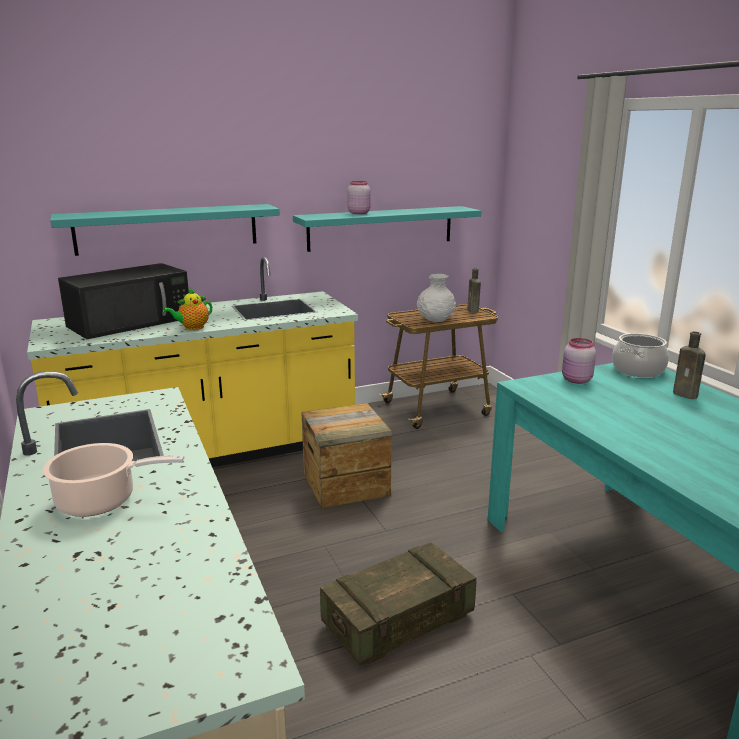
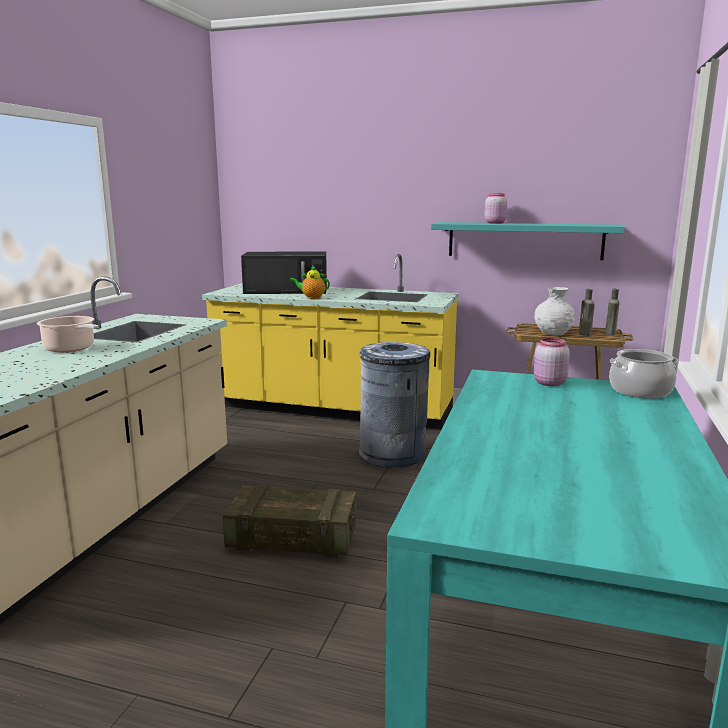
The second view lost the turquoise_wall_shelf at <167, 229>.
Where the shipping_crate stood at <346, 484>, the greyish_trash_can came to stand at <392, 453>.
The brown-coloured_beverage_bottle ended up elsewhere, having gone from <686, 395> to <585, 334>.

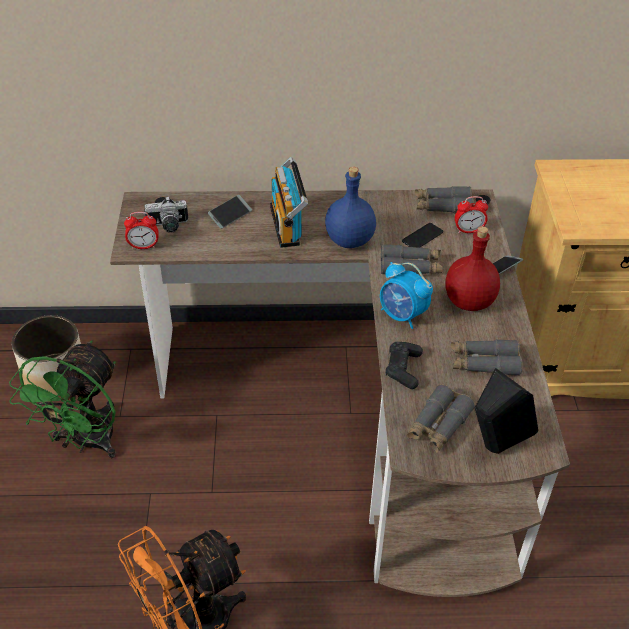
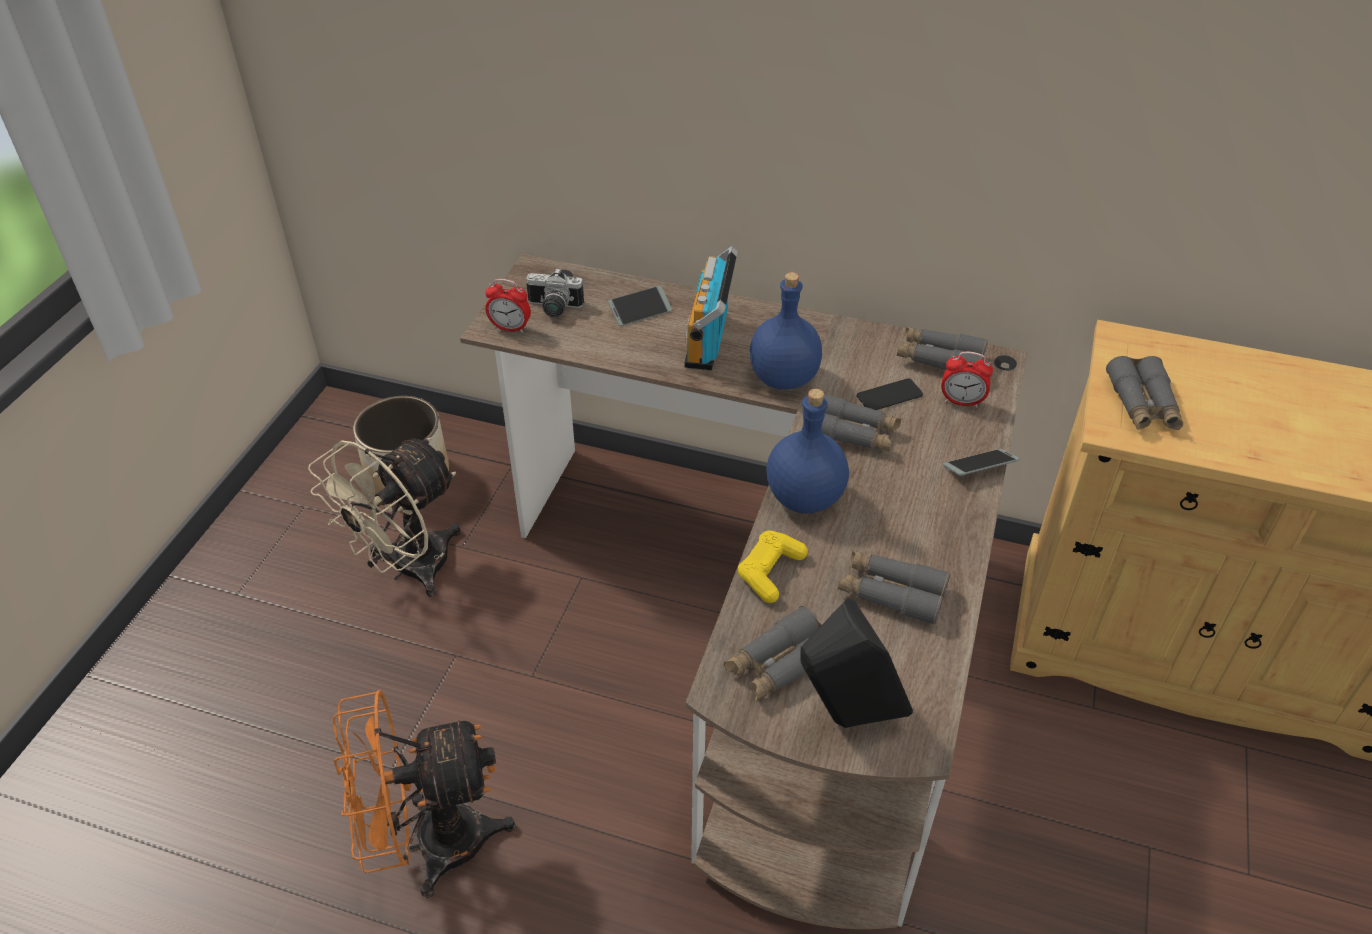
What was the green_fan at <87, 443> turned into the beige_fan at <408, 569>.
Where the table_clock stood at <402, 315>, the blue-coloured_beverage_bottle came to stand at <806, 498>.
What was the black_gamepad at <403, 369> turned into the yellow-coloured_gamepad at <770, 572>.
The second view lost the red_beverage_bottle at <470, 302>.
The second view gained the greyish_pair_of_binoculars at <1142, 405>.

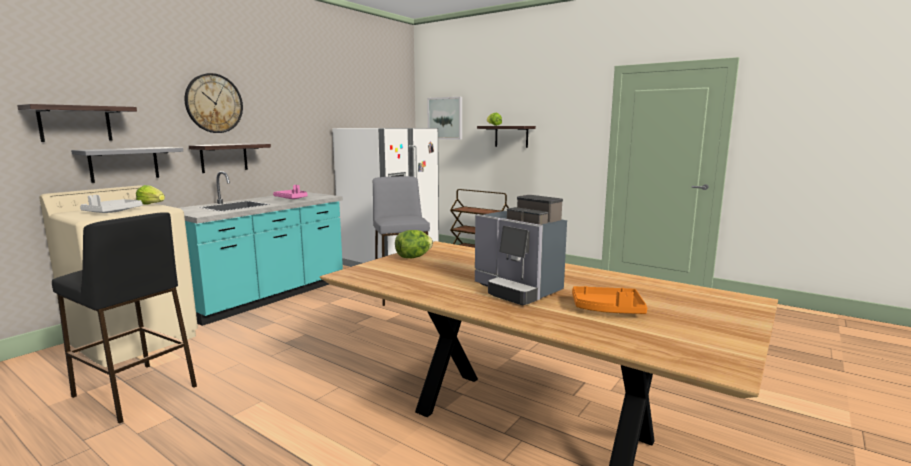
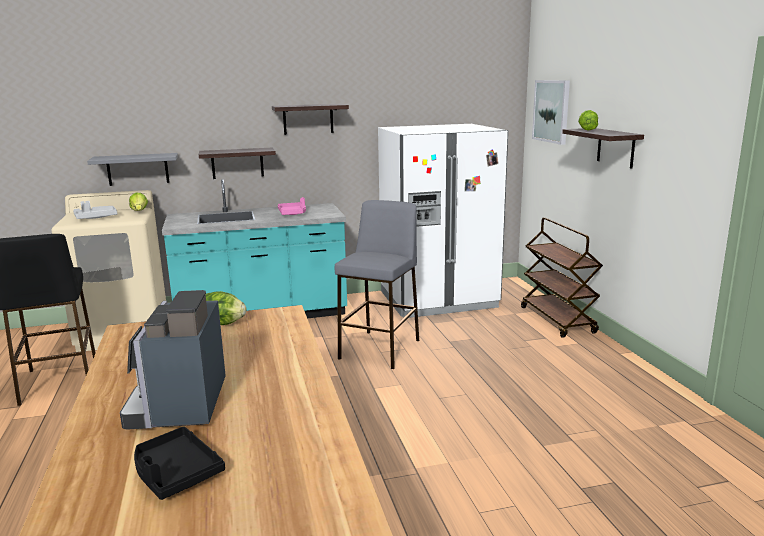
The wall_shelf ended up elsewhere, having gone from <75, 123> to <308, 119>.
The second view lost the hanging_clock at <214, 103>.
What was the orangey_serving_tray at <607, 309> turned into the black_serving_tray at <175, 473>.

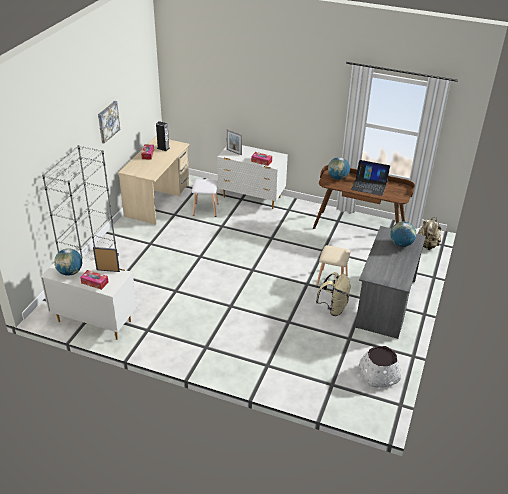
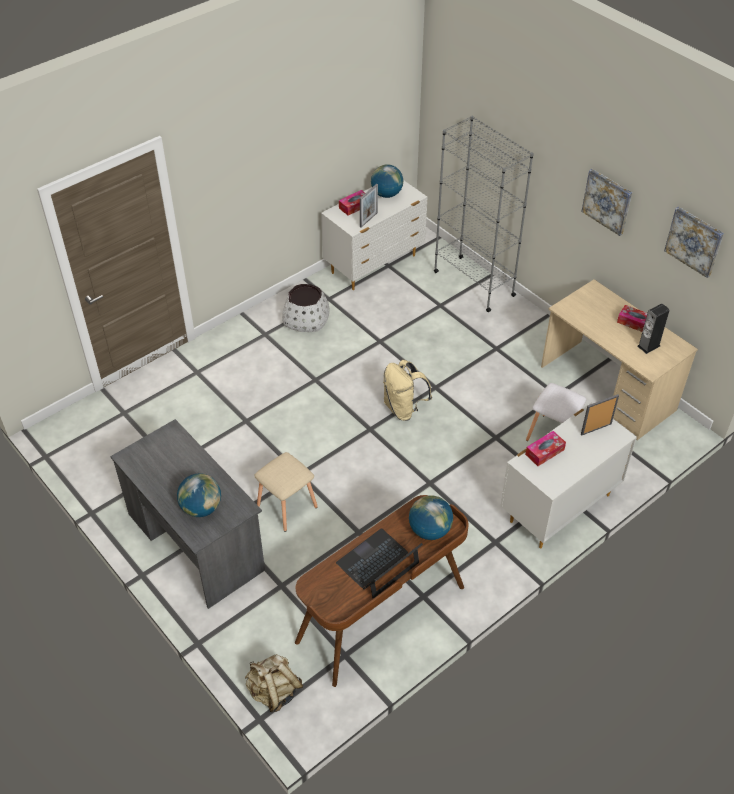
The beige_rucksack ended up elsewhere, having gone from <333, 308> to <403, 408>.
The white-coloured_planter ended up elsewhere, having gone from <378, 375> to <306, 319>.
The second view gained the wall_art at <694, 241>.

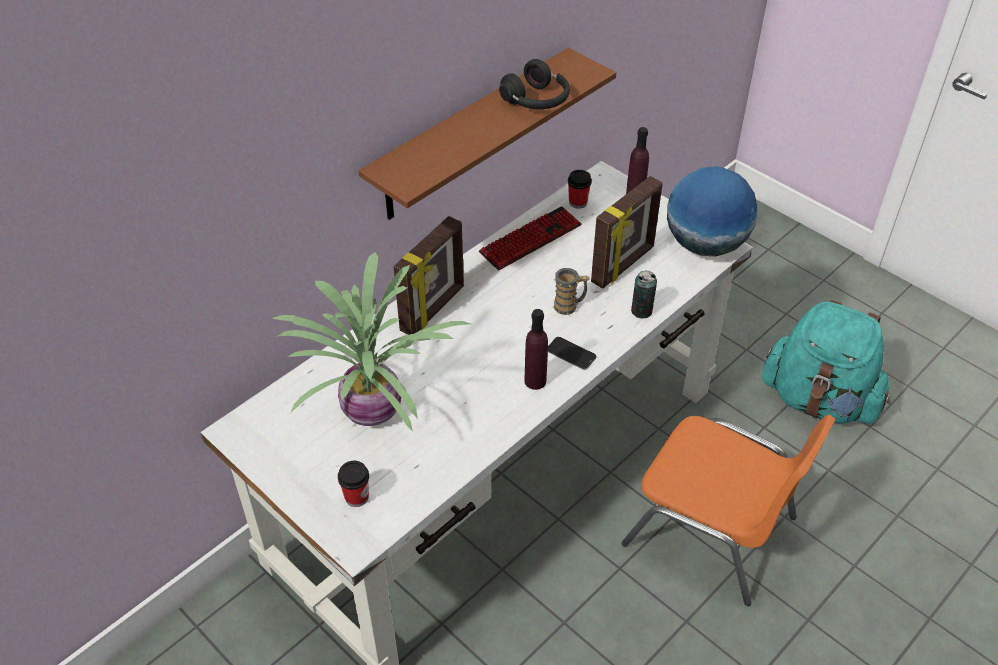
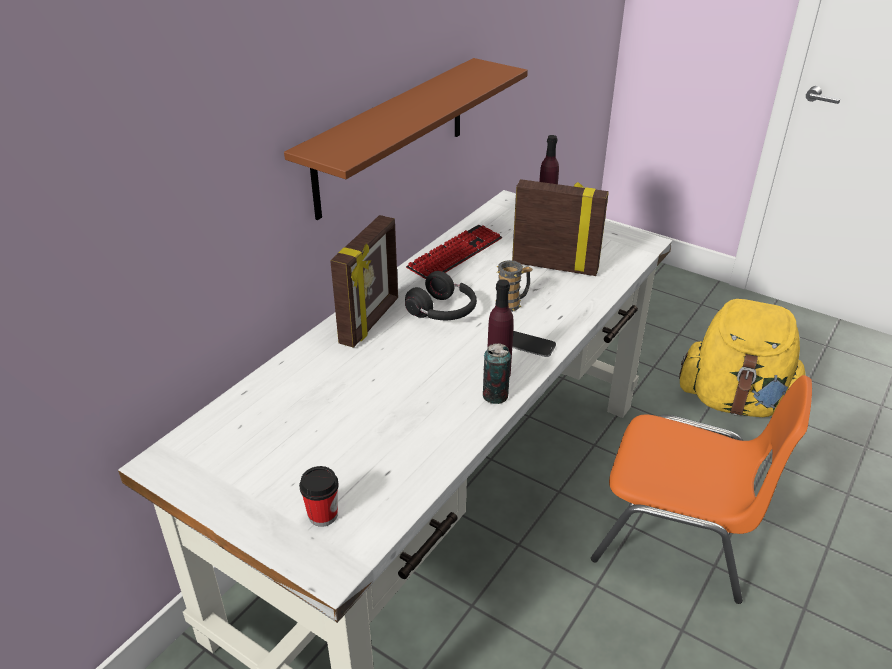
The second view lost the houseplant at <375, 410>.
The black_headset ended up elsewhere, having gone from <537, 101> to <444, 312>.
The second view lost the cup at <578, 202>.
The photo_frame at <623, 265> ended up facing another way, 105 degrees counterclockwise from before.
The metal_can ended up elsewhere, having gone from <641, 311> to <495, 396>.
The second view lost the desk_globe at <705, 244>.
What was the turquoise_rucksack at <819, 400> turned into the yellow-coloured_rucksack at <735, 401>.

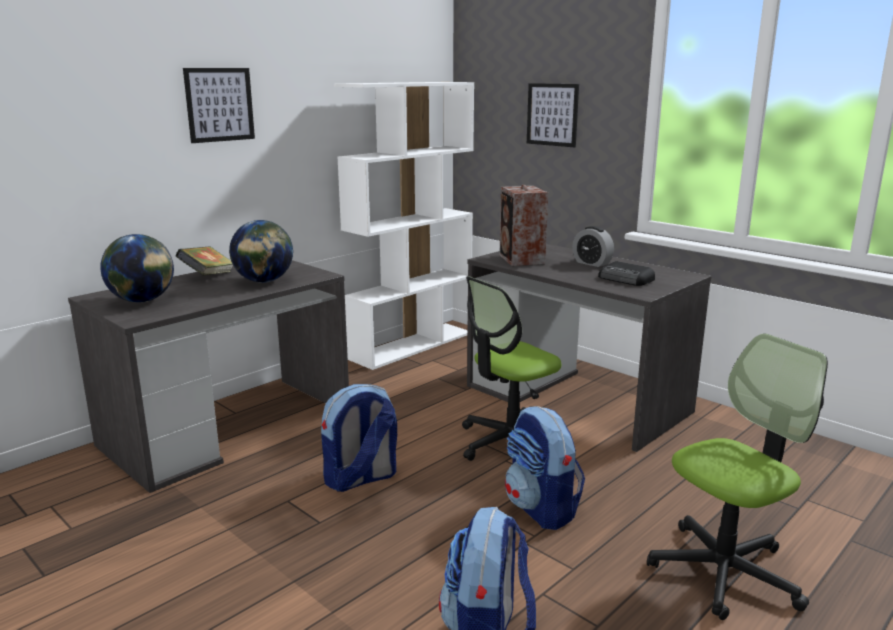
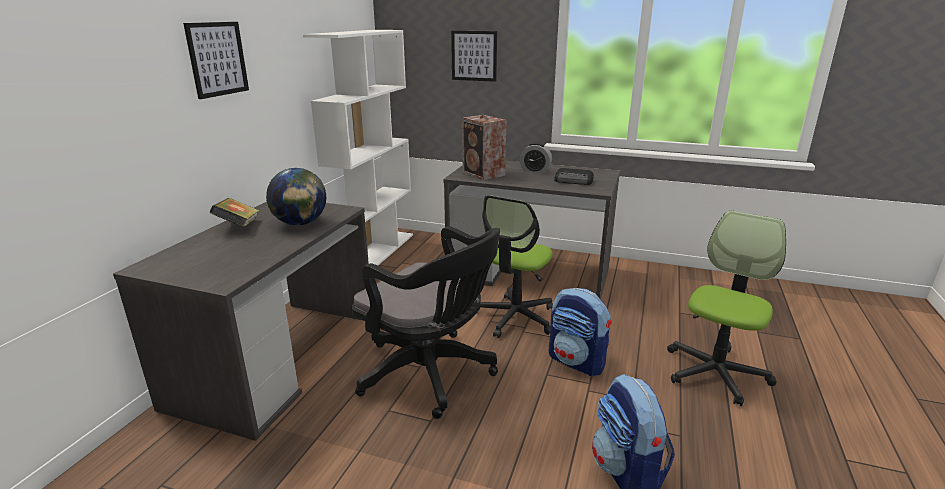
The second view lost the desk_globe at <142, 301>.
Where the rucksack stood at <360, 479>, the black_office_chair came to stand at <431, 375>.

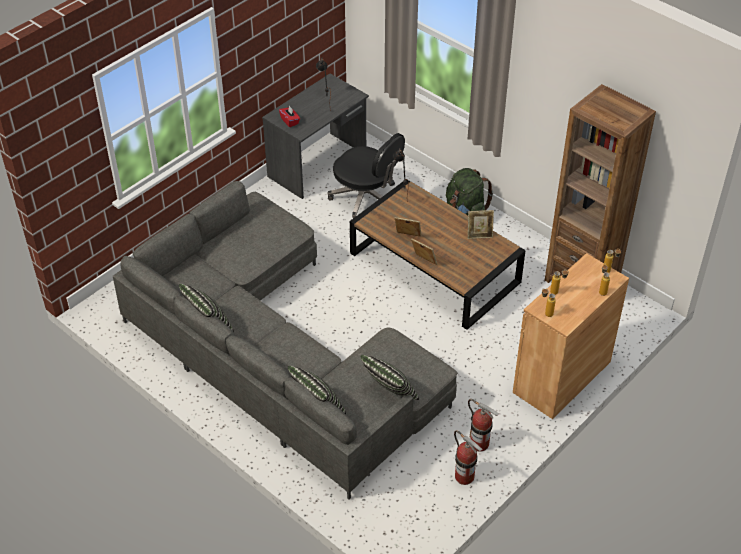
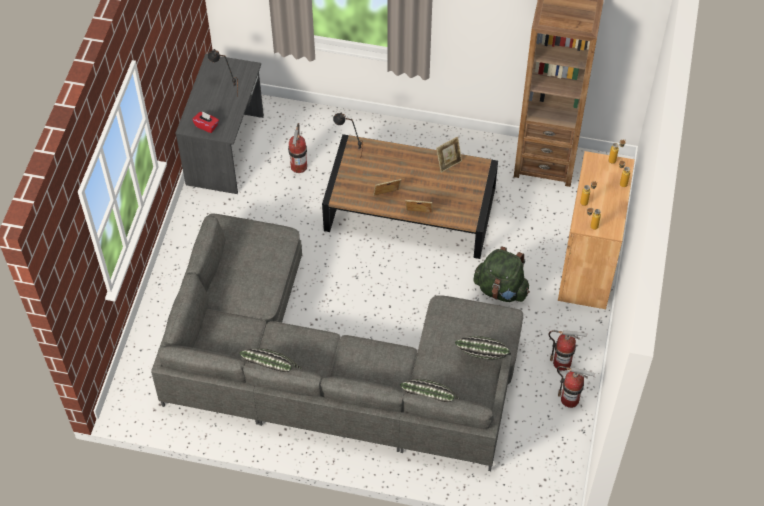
Where the black_office_chair stood at <366, 199>, the extinguisher came to stand at <299, 166>.
The green_rucksack ended up elsewhere, having gone from <466, 212> to <501, 289>.

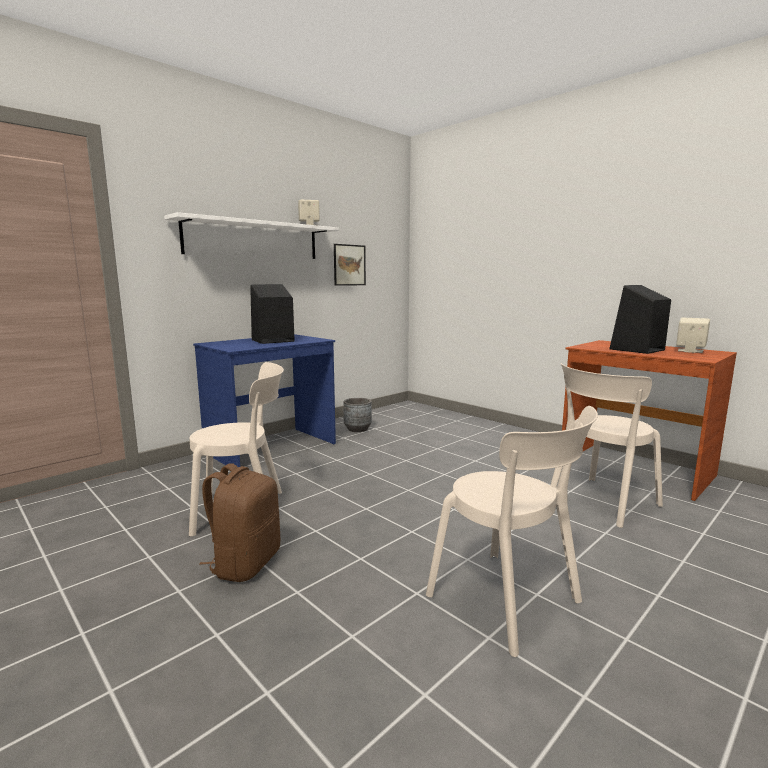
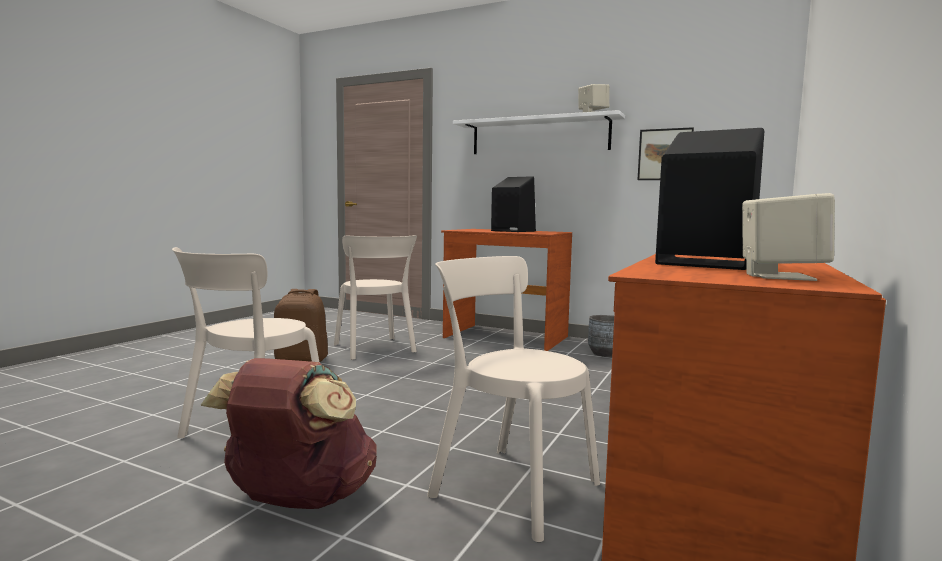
What was the blue-coloured_desk at <272, 448> turned into the brown-coloured_desk at <505, 337>.
The second view gained the brown-coloured_rucksack at <298, 501>.

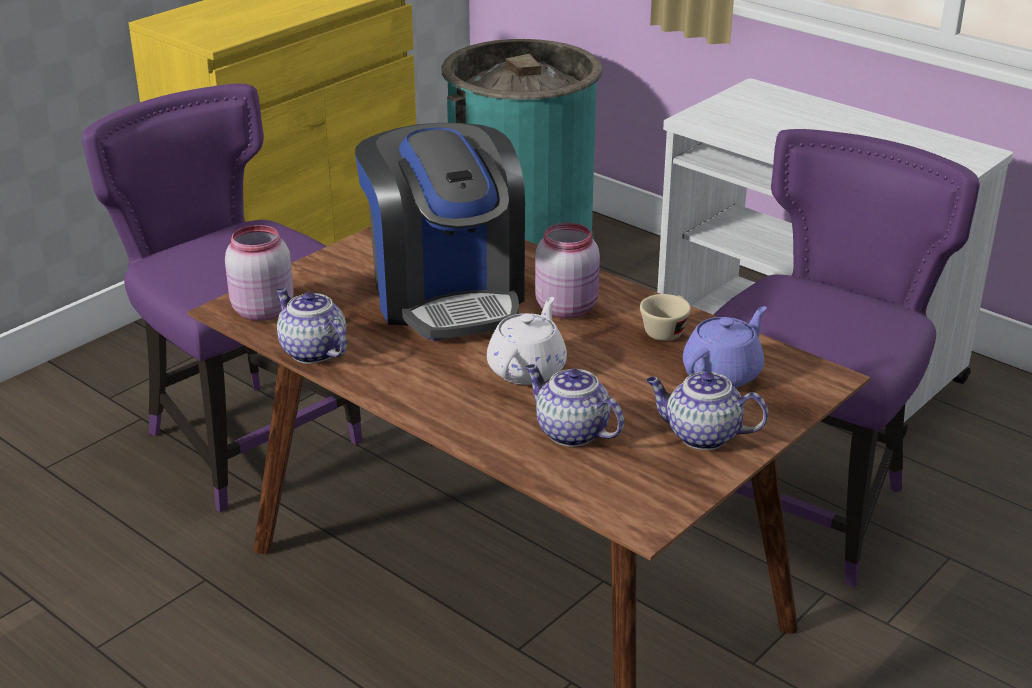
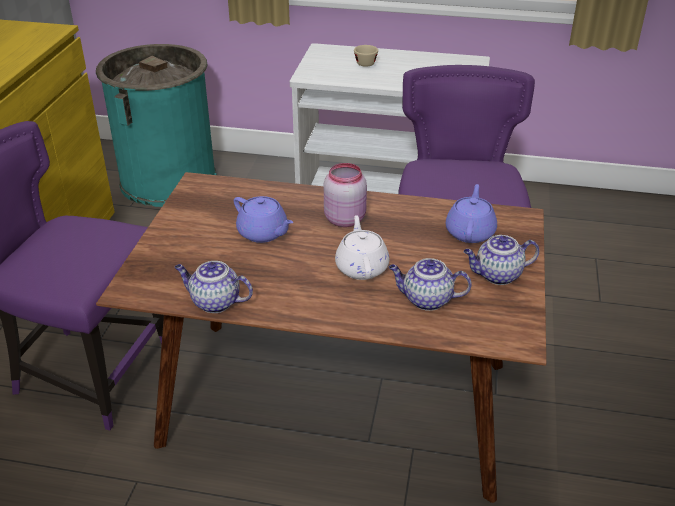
The second view lost the pinkish_storage_jar at <261, 310>.
Where the coffee_maker stood at <446, 294>, the purple-coloured_pot_for_tea came to stand at <263, 233>.
The beige_cup ended up elsewhere, having gone from <666, 330> to <365, 62>.

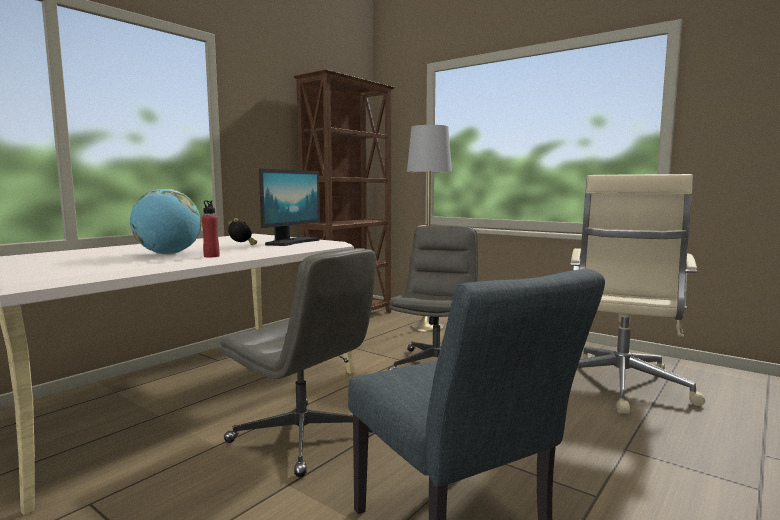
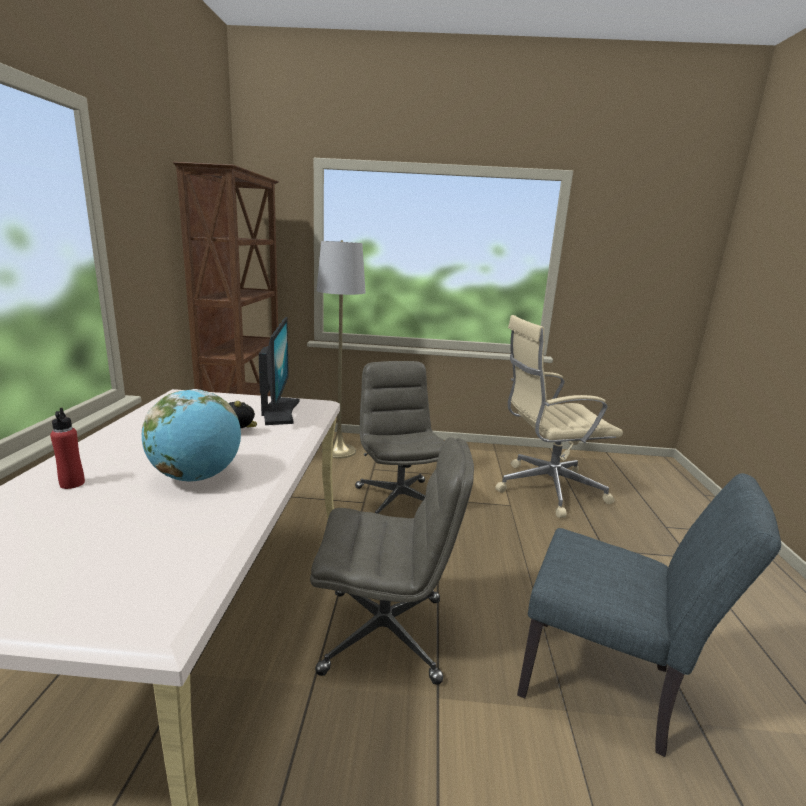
The red_beverage_bottle ended up elsewhere, having gone from <211, 256> to <72, 484>.
The beige_office_chair at <620, 388> ended up facing another way, 90 degrees clockwise from before.

